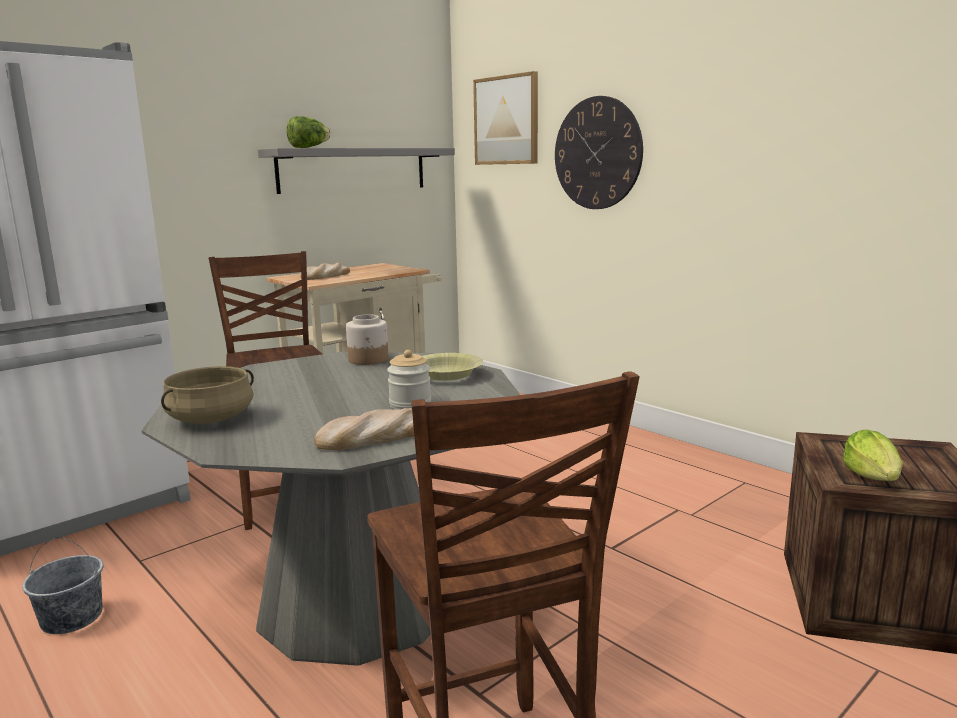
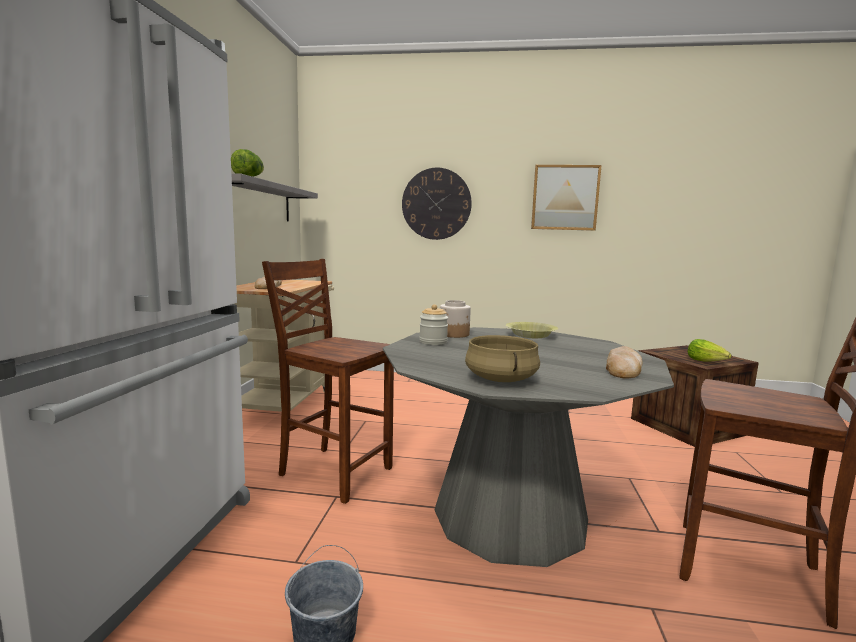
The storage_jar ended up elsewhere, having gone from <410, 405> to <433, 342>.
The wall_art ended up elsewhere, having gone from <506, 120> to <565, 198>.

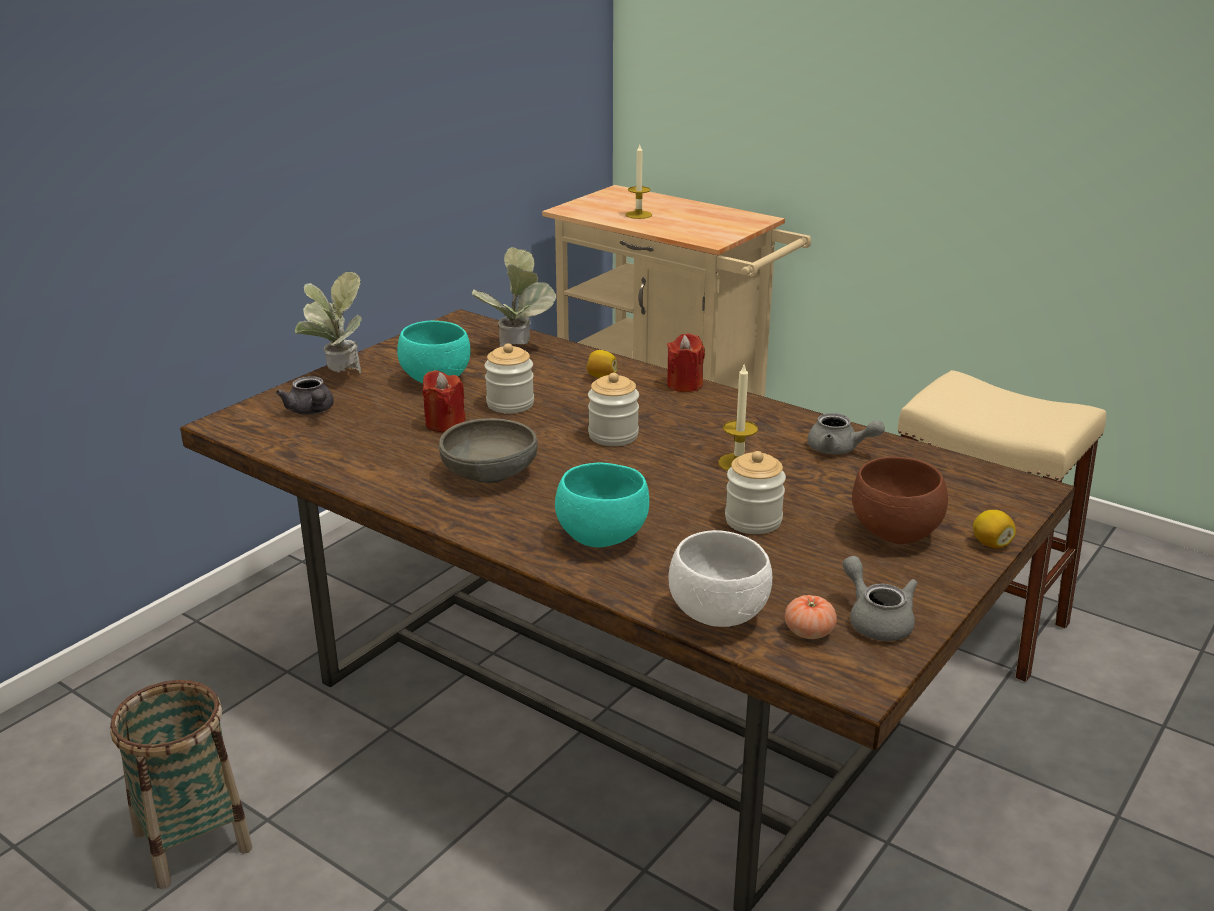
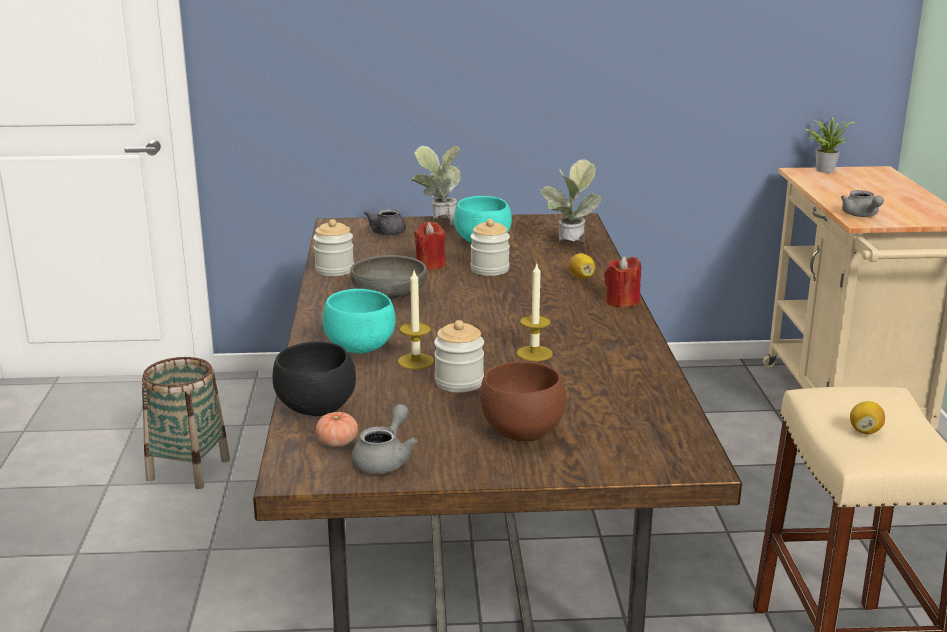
The storage_jar ended up elsewhere, having gone from <613, 436> to <334, 270>.
The wax_candle ended up elsewhere, having gone from <638, 215> to <416, 361>.
What was the white-coloured_serving_bowl at <720, 615> turned into the black_serving_bowl at <318, 410>.
The greyish_pot_for_tea ended up elsewhere, having gone from <839, 449> to <861, 215>.
The whole_lemon ended up elsewhere, having gone from <991, 544> to <865, 431>.
The second view gained the houseplant at <823, 169>.

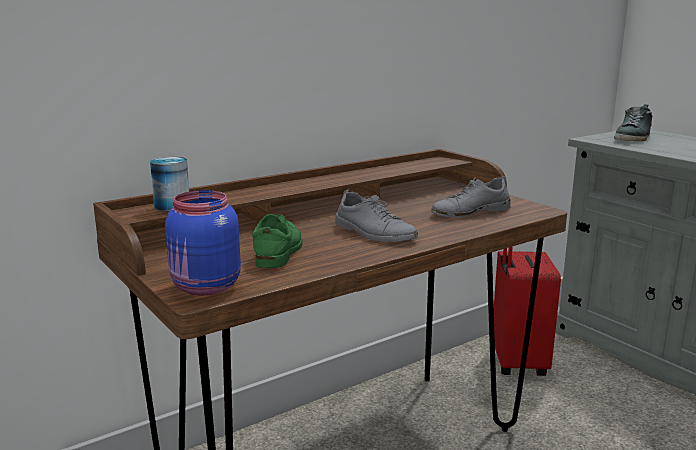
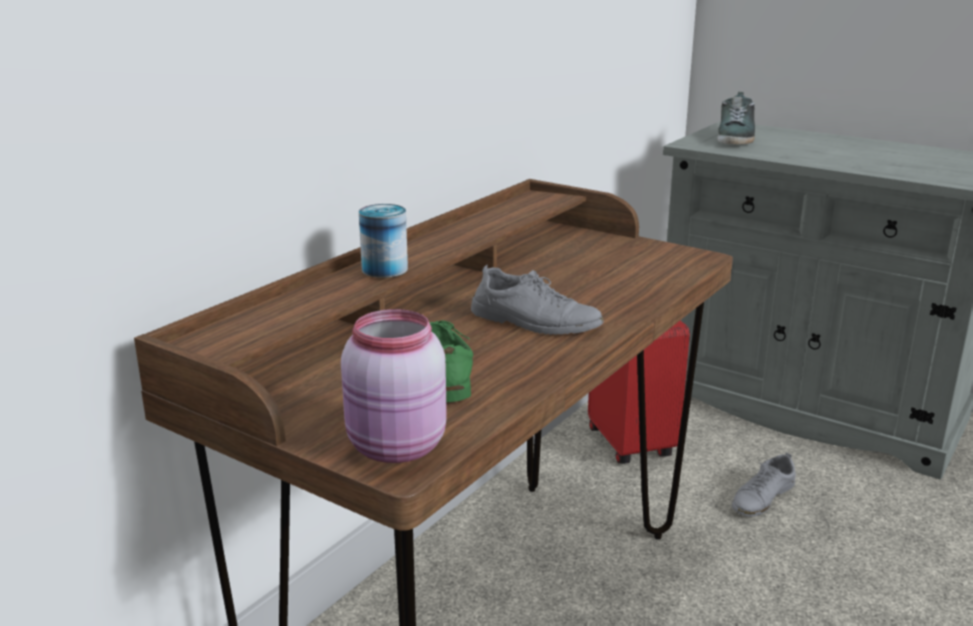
The metal_can ended up elsewhere, having gone from <172, 206> to <384, 269>.
What was the blue-coloured_storage_jar at <205, 287> turned into the pinkish_storage_jar at <396, 448>.
The greyish_shoe ended up elsewhere, having gone from <470, 211> to <762, 497>.

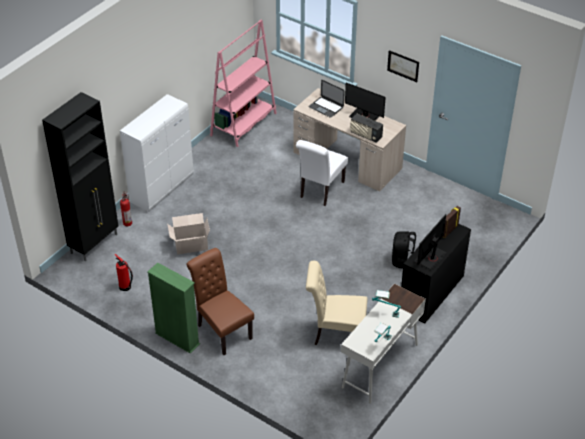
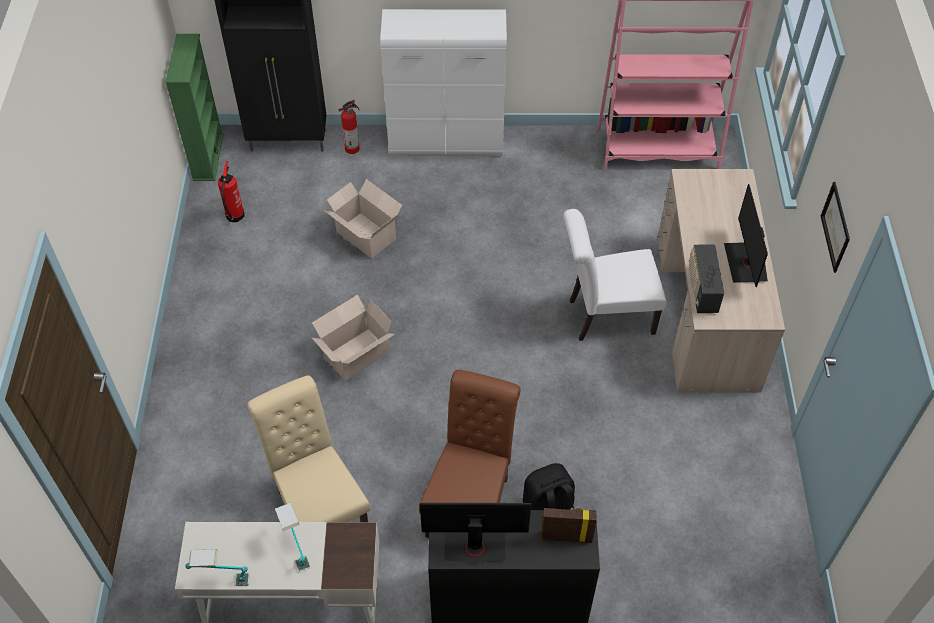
The green_shelving_unit ended up elsewhere, having gone from <177, 339> to <208, 157>.
The brown-coloured_plain_chair ended up elsewhere, having gone from <222, 330> to <471, 502>.
The second view lost the portable_computer at <326, 107>.
The second view gained the packing_box at <355, 355>.

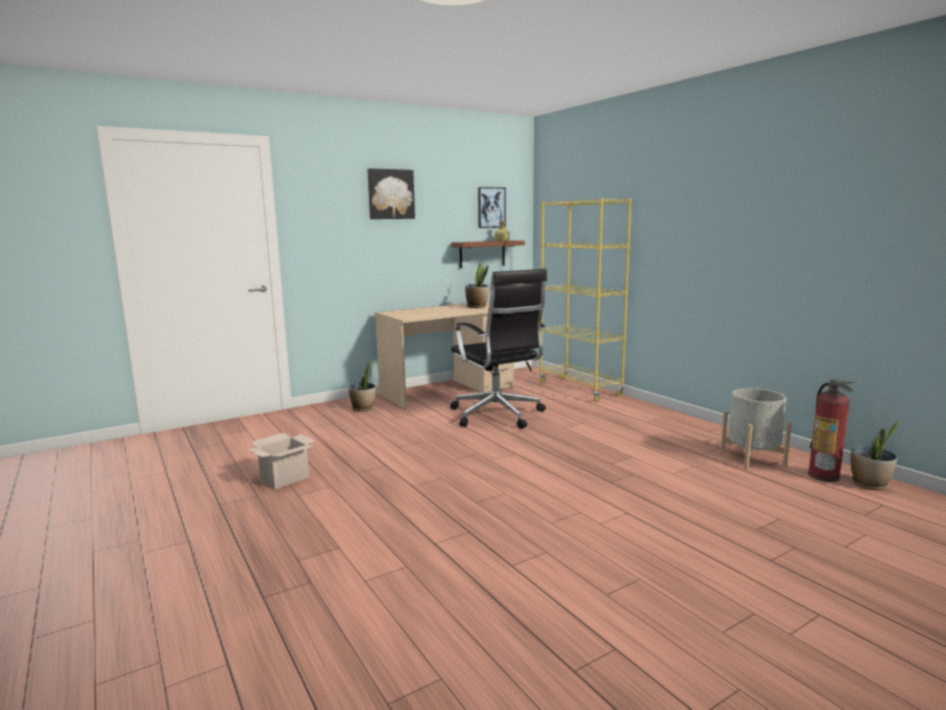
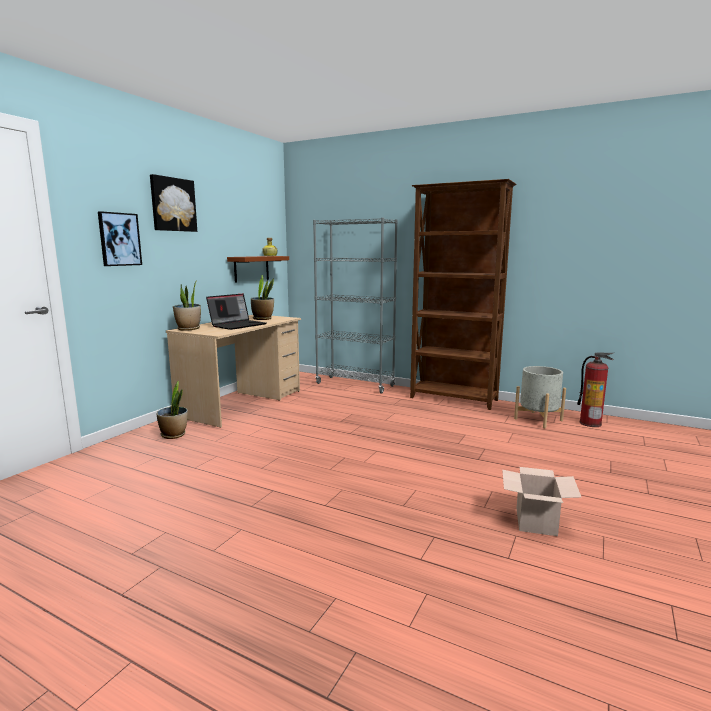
The packing_box ended up elsewhere, having gone from <285, 478> to <535, 521>.
The second view lost the black_office_chair at <497, 415>.
The wall_art ended up elsewhere, having gone from <491, 207> to <119, 239>.
What was the yellow-coloured_shelving_unit at <579, 389> turned into the greyish_shelving_unit at <355, 385>.
The houseplant ended up elsewhere, having gone from <869, 484> to <188, 329>.
The second view gained the portable_computer at <238, 325>.
The second view gained the brown-coloured_shelving_unit at <454, 399>.

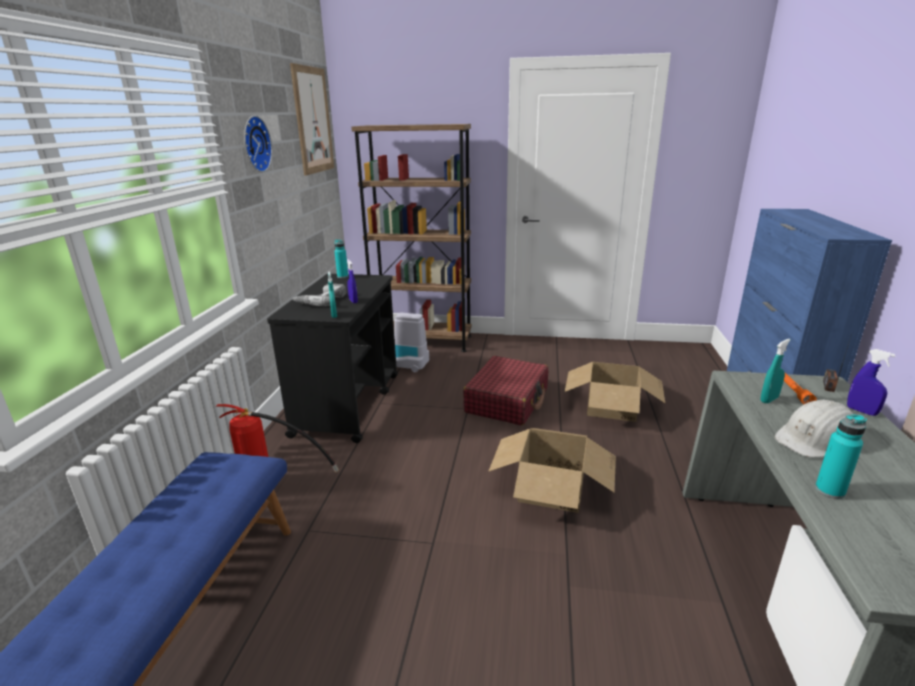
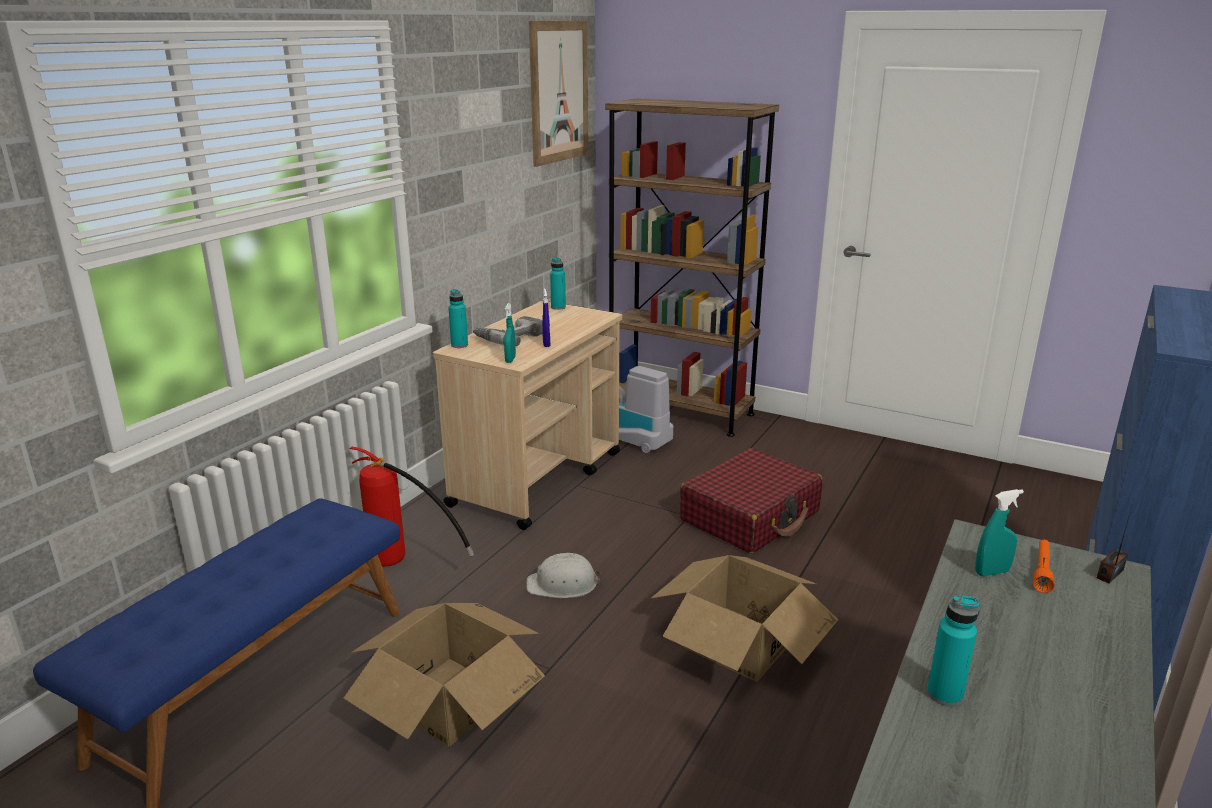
The second view lost the hanging_clock at <254, 144>.
What was the black_wheeled_cart at <348, 403> turned into the beige_wheeled_cart at <538, 478>.
The packing_box ended up elsewhere, having gone from <611, 406> to <449, 699>.
The white-coloured_hard_hat ended up elsewhere, having gone from <817, 439> to <563, 584>.
The second view lost the blue-coloured_spray_bottle at <861, 411>.
The second view gained the turquoise_beverage_bottle at <459, 345>.

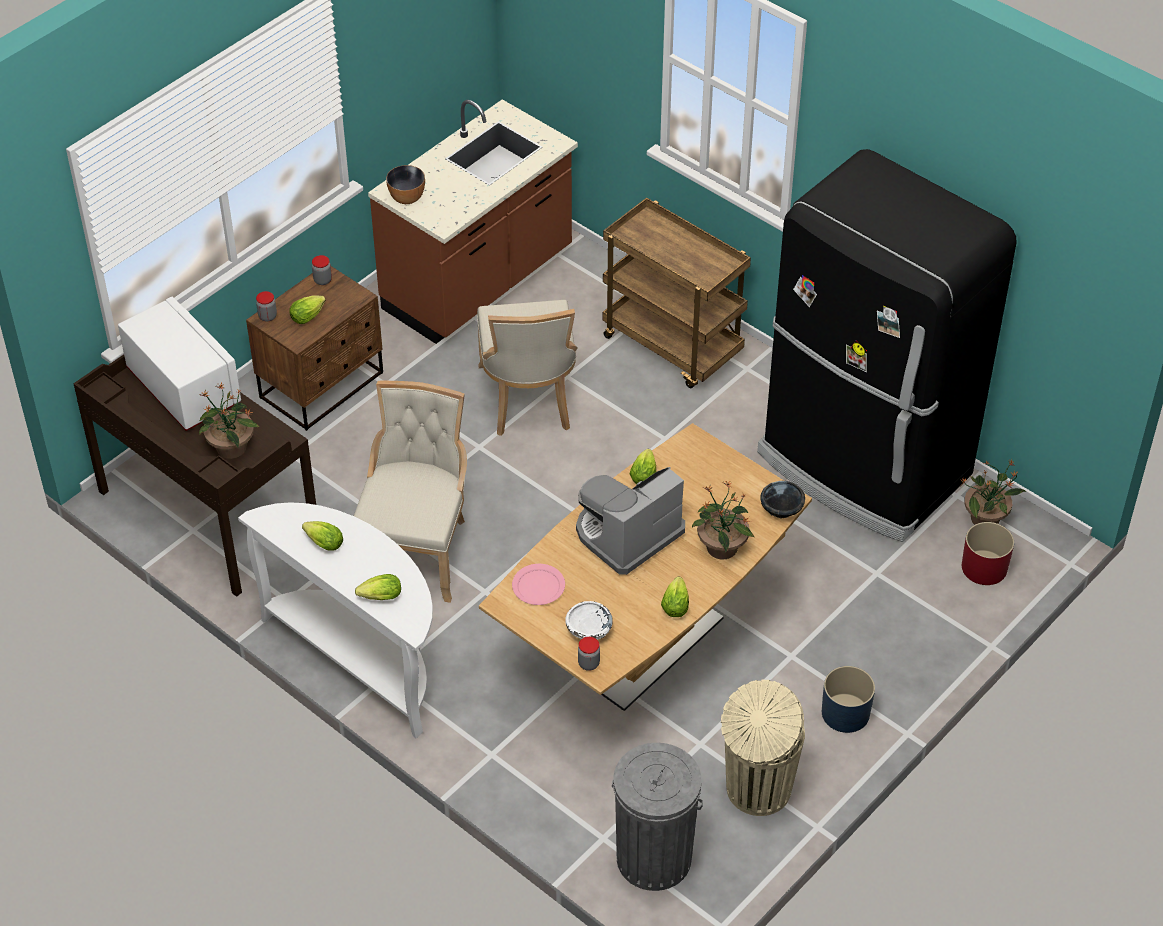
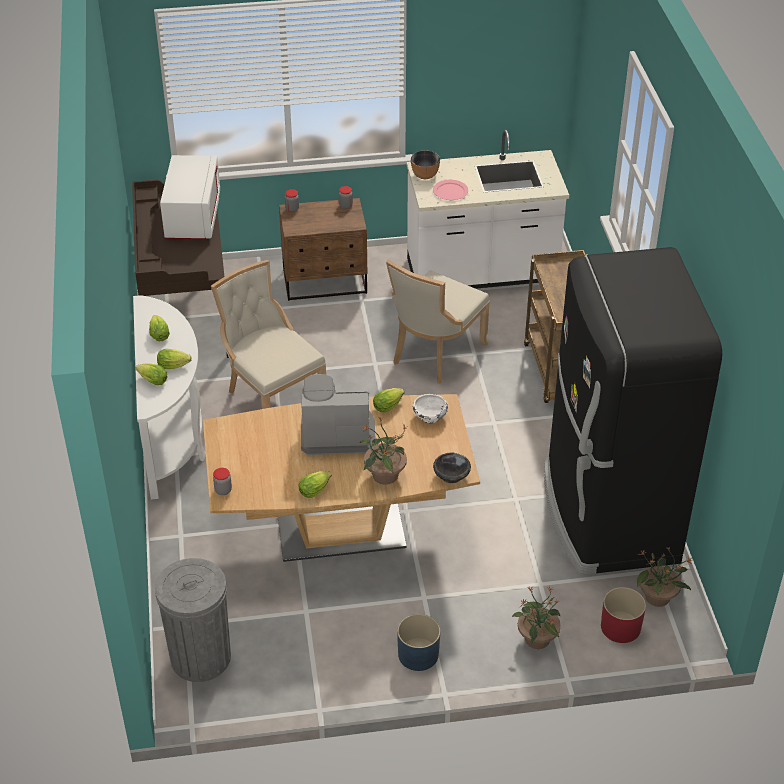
The houseplant ended up elsewhere, having gone from <231, 448> to <537, 639>.
The head_of_lettuce ended up elsewhere, having gone from <309, 316> to <175, 366>.
The beige_plain_chair at <416, 550> ended up facing another way, 90 degrees counterclockwise from before.
What was the brown-coloured_counter at <479, 283> turned into the white-coloured_counter at <481, 274>.
The pinkish_dinner_plate ended up elsewhere, having gone from <538, 586> to <450, 191>.
The white-coloured_serving_bowl ended up elsewhere, having gone from <588, 630> to <430, 416>.
The second view lost the beige_trash_can at <757, 790>.

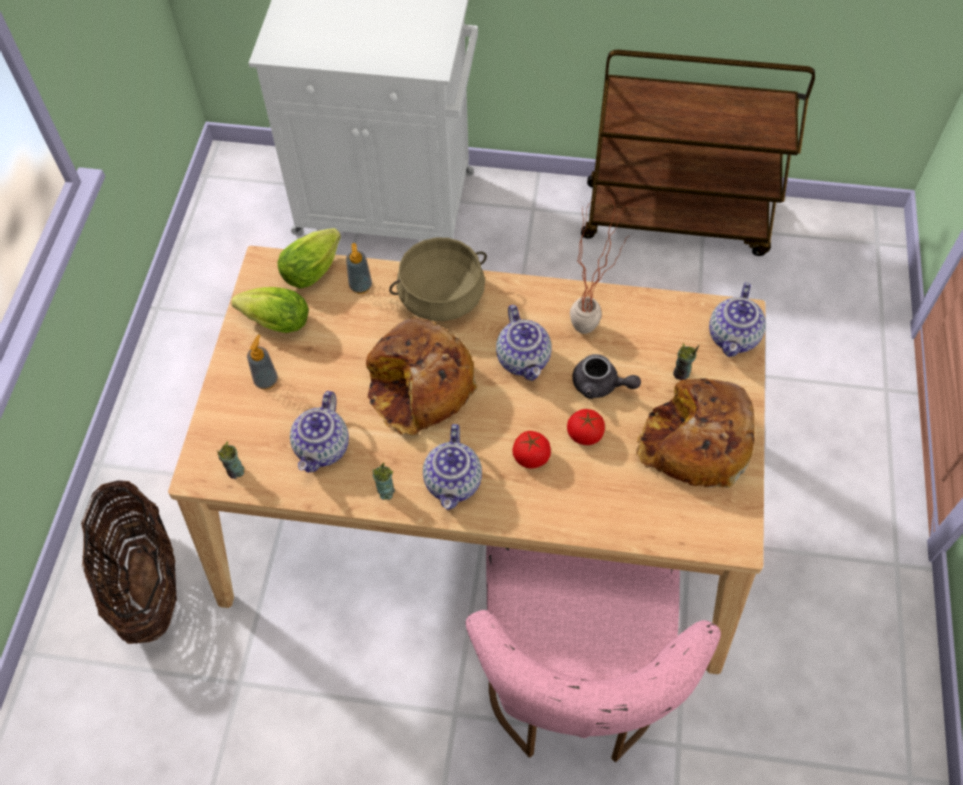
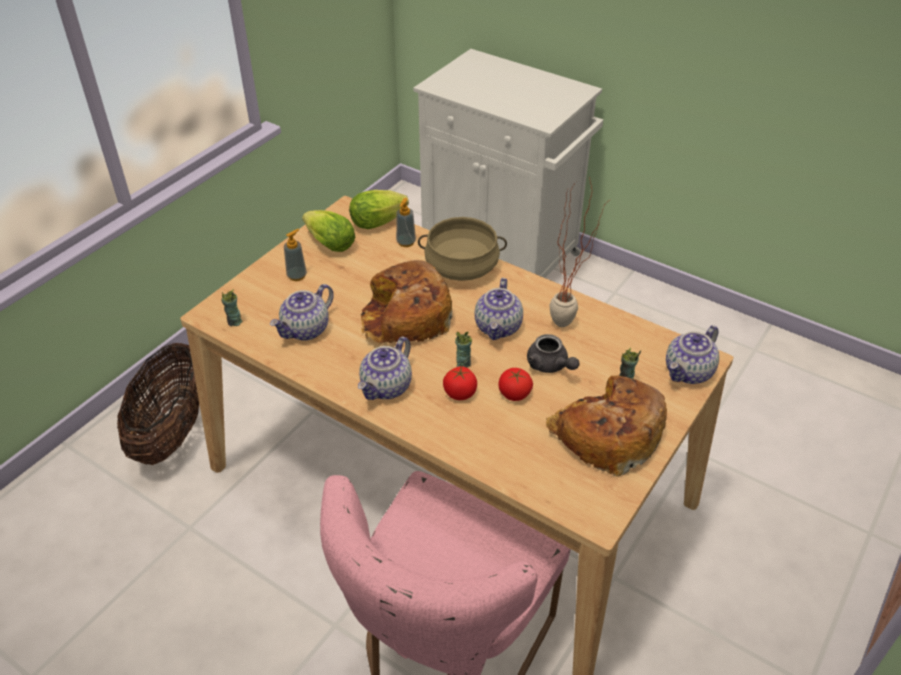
The cup ended up elsewhere, having gone from <385, 492> to <463, 364>.
The second view lost the brown-coloured_wheeled_cart at <677, 218>.

